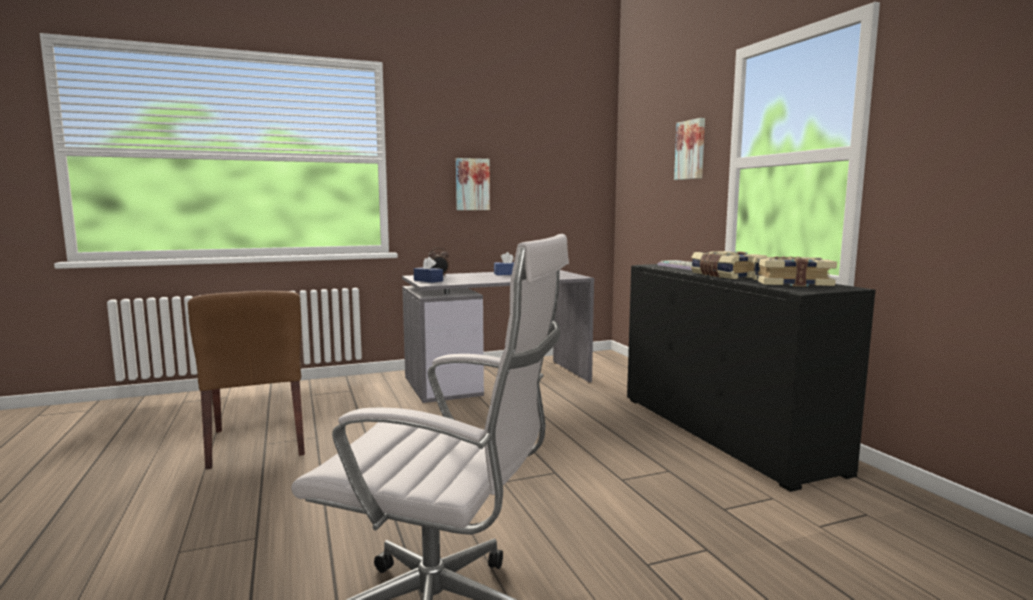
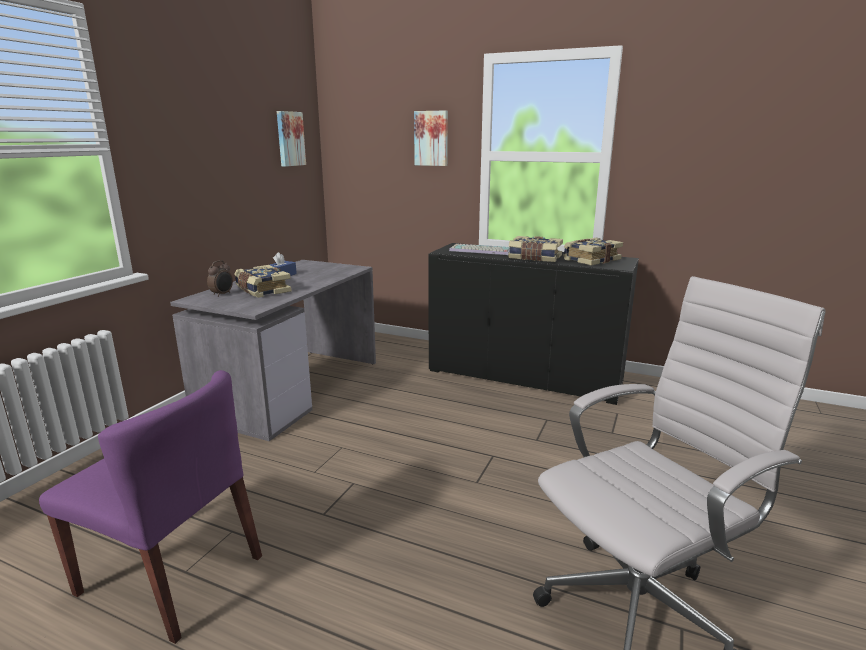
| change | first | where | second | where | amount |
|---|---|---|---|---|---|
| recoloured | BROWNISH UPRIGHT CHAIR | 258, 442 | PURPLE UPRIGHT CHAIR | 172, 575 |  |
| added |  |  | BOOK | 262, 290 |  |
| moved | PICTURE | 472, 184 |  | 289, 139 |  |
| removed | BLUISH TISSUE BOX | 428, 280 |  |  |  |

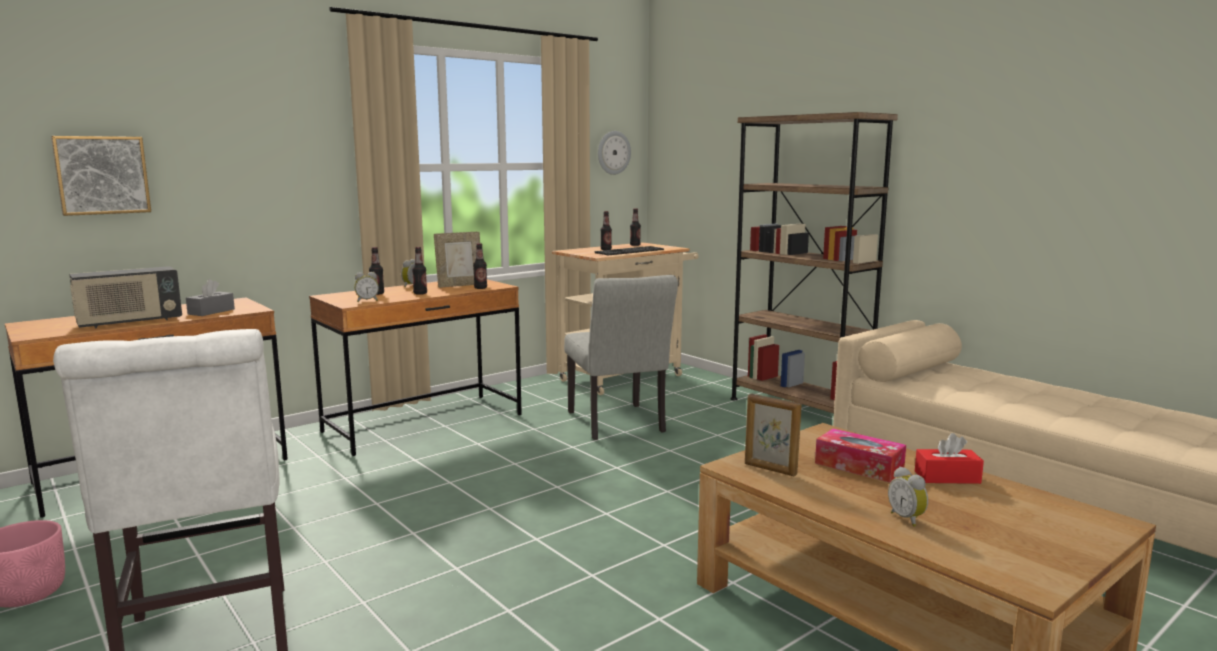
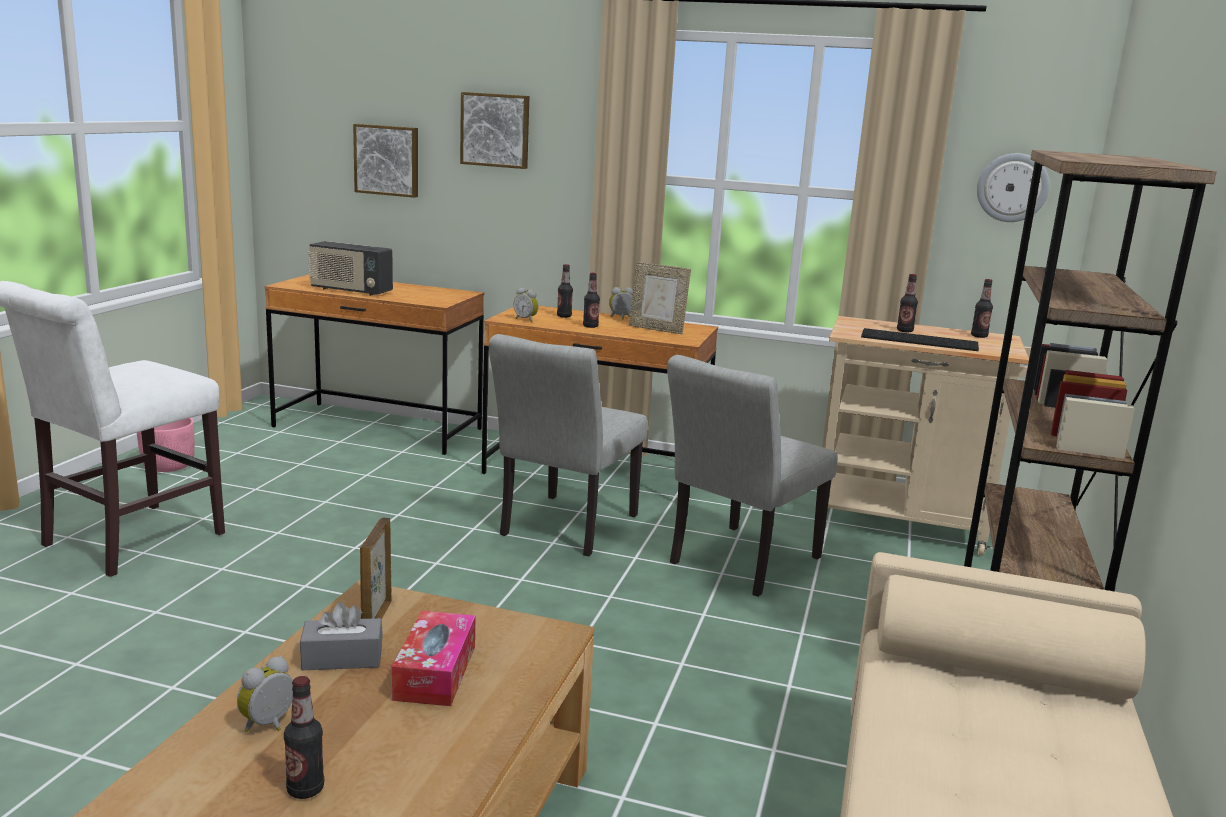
| change | first | where | second | where | amount |
|---|---|---|---|---|---|
| moved | BOTTLE | 480, 288 |  | 305, 789 |  |
| moved | GREYISH TISSUE BOX | 211, 311 |  | 342, 658 |  |
| added |  |  | PICTURE | 495, 130 |  |
| added |  |  | GREYISH UPRIGHT CHAIR | 563, 529 |  |
| removed | REDDISH TISSUE BOX | 947, 477 |  |  |  |

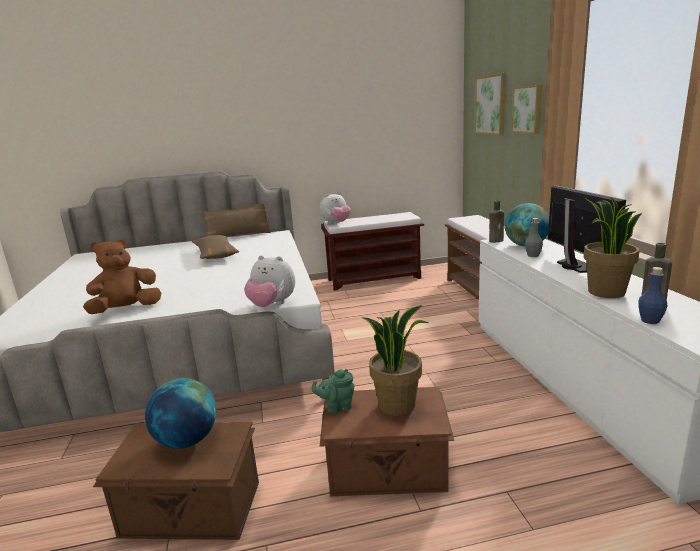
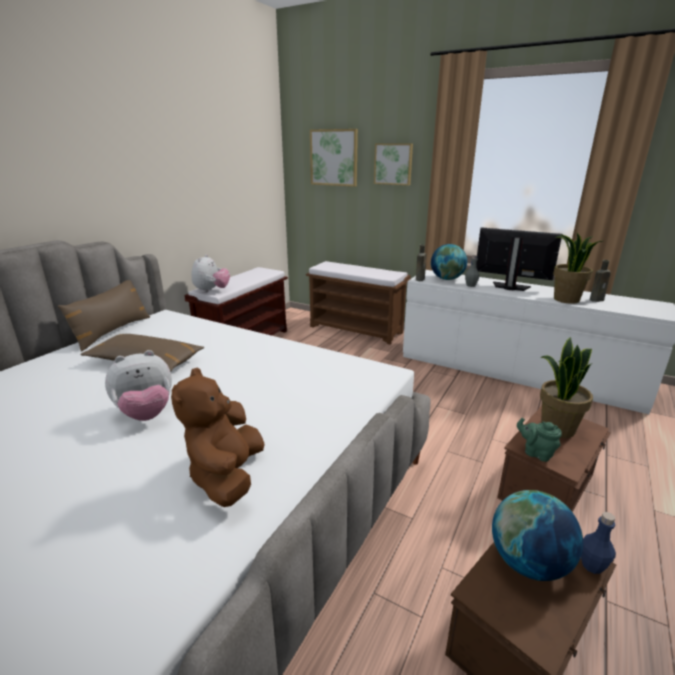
| change | first | where | second | where | amount |
|---|---|---|---|---|---|
| moved | SOFT TOY | 272, 305 |  | 146, 414 |  |
| turned | GREEN TEAPOT | 337, 407 |  | 536, 453 | 105 degrees clockwise |
| moved | BLUISH BOTTLE | 650, 320 |  | 592, 565 |  |

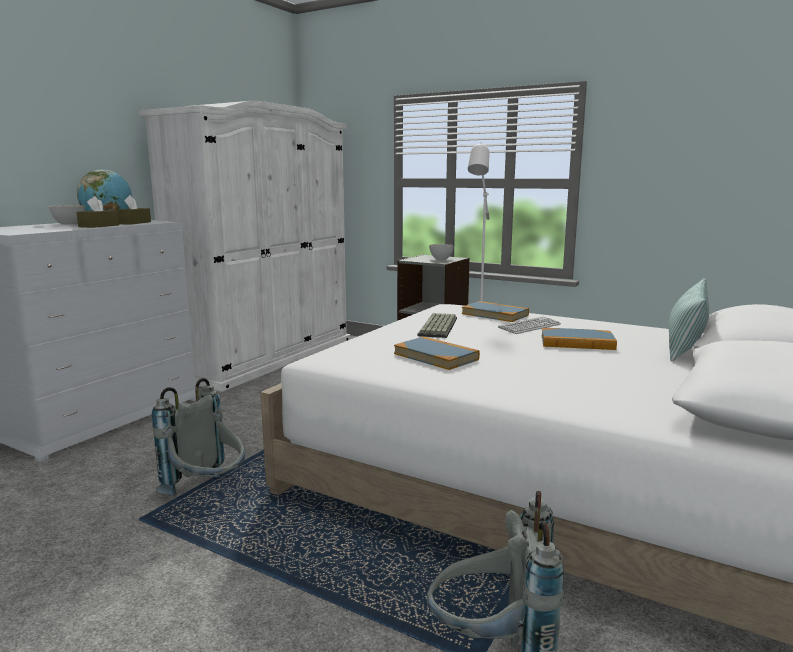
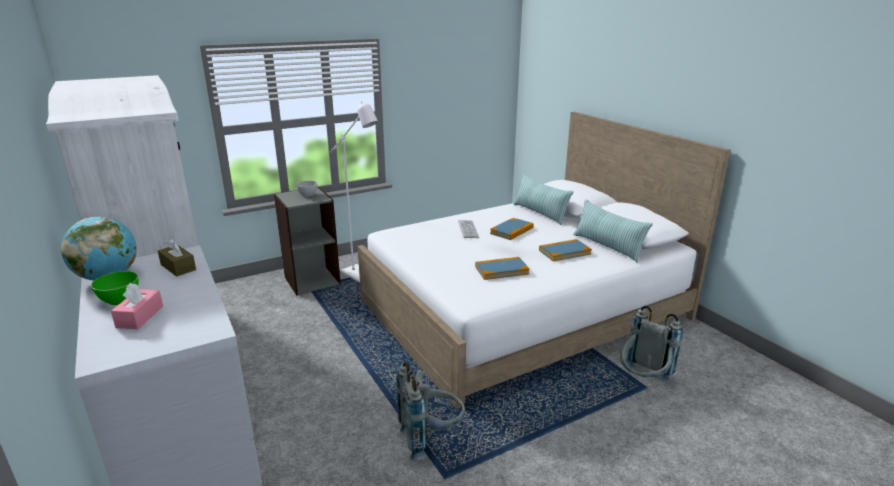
| change | first | where | second | where | amount |
|---|---|---|---|---|---|
| recoloured | GREYISH SERVING BOWL | 69, 224 | GREEN SERVING BOWL | 120, 300 |  |
| added |  |  | PINK TISSUE BOX | 140, 317 |  |
| moved | BOOK | 495, 314 |  | 564, 252 |  |
| added |  |  | PILLOW | 607, 246 |  |
| removed | BROWNISH TISSUE BOX | 99, 226 |  |  |  |
| removed | COMPUTER KEYBOARD | 439, 327 |  |  |  |

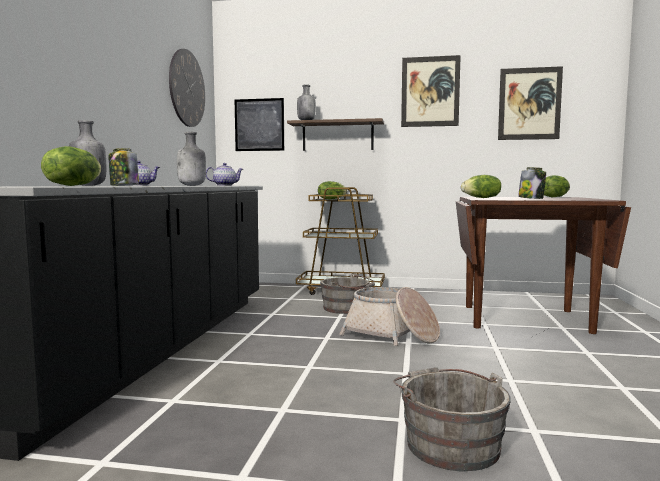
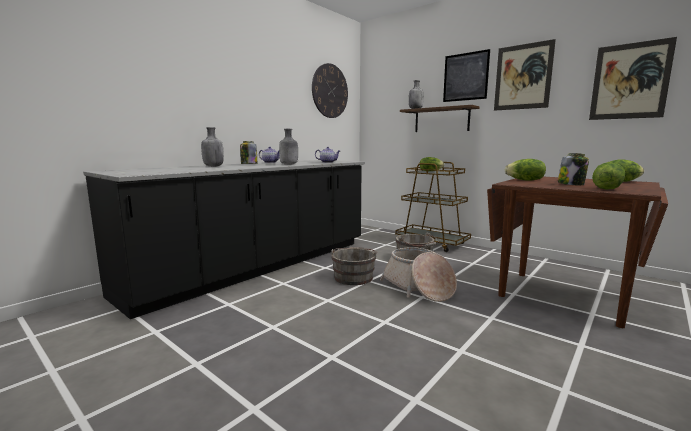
| change | first | where | second | where | amount |
|---|---|---|---|---|---|
| moved | GREYISH BUCKET | 449, 443 |  | 353, 277 |  |
| moved | PICTURE | 259, 125 |  | 465, 77 |  |
| moved | LETTUCE HEAD | 73, 185 |  | 606, 189 |  |

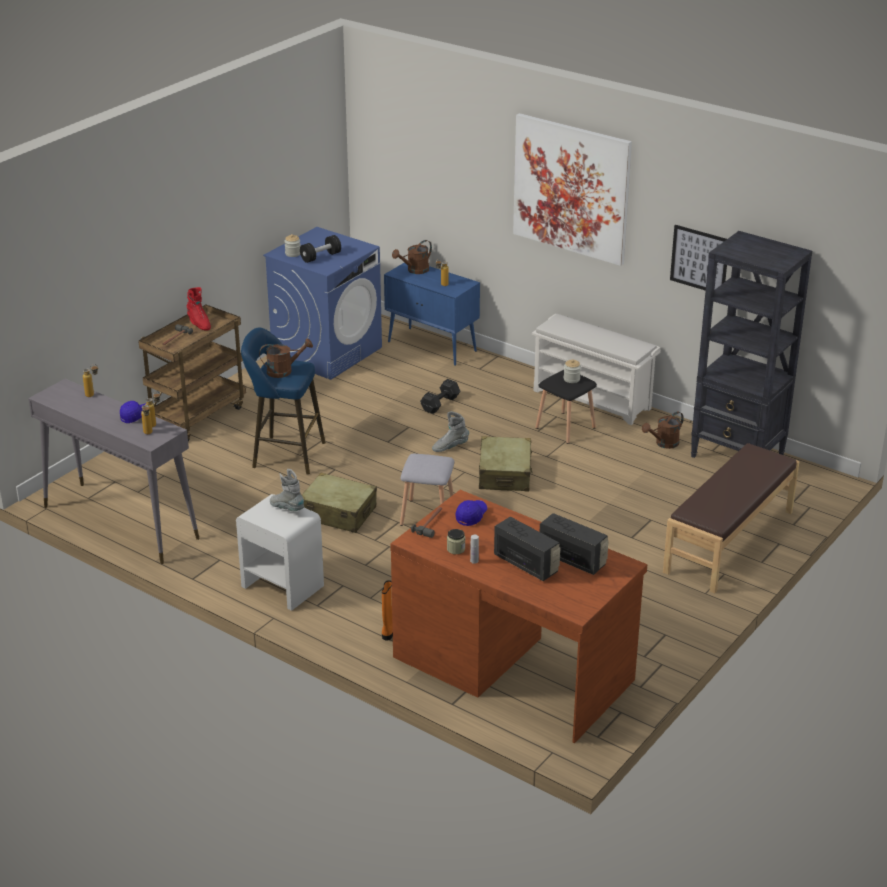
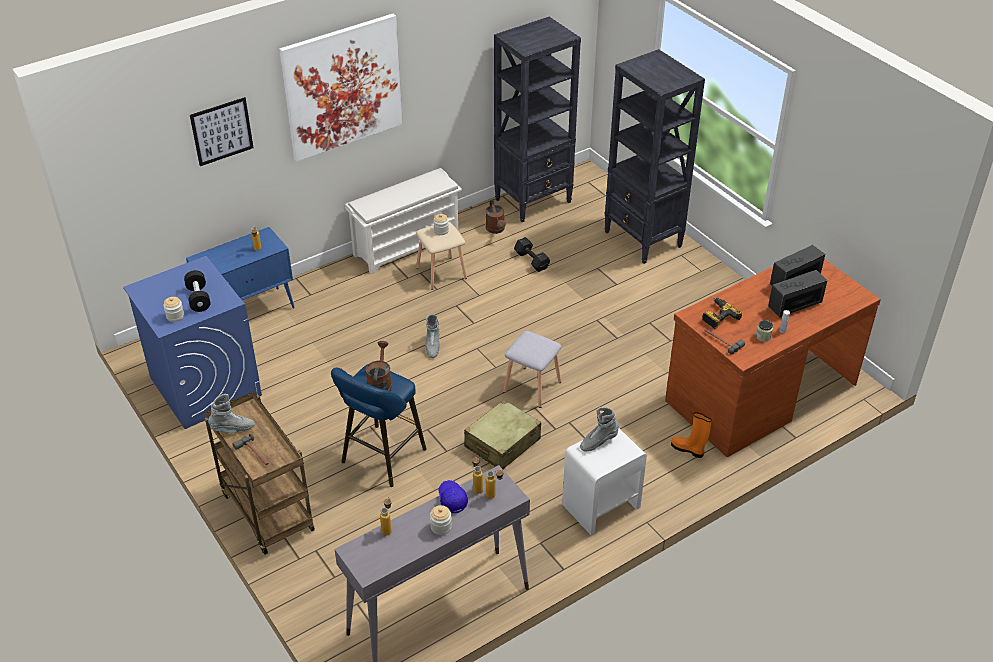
| change | first | where | second | where | amount |
|---|---|---|---|---|---|
| moved | PICTURE | 699, 259 |  | 222, 131 |  |
| recoloured | REDDISH BOOT | 199, 323 | GREYISH BOOT | 233, 429 |  |
| recoloured | BLACKISH SITTING STOOL | 566, 428 | BEIGE SITTING STOOL | 442, 272 |  |
| added |  |  | STORAGE JAR | 441, 527 |  |
| moved | BLACKISH DUMBBELL | 441, 403 |  | 531, 260 |  |
| replaced | BROWNISH INDOOR BENCH | 730, 542 | BLACKISH BOOKCASE | 643, 240 |  |
| replaced | BLUISH BASEBALL CAP | 471, 516 | DRILL | 718, 317 |  |
| removed | BROWNISH SPRINKLING CAN | 414, 271 |  |  |  |
| removed | BEIGE PIECE OF LUGGAGE | 505, 474 |  |  |  |

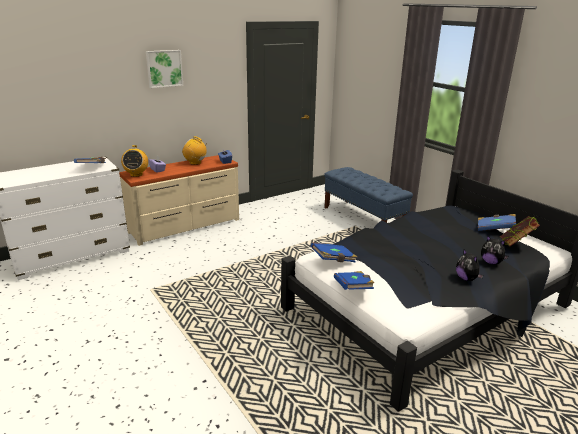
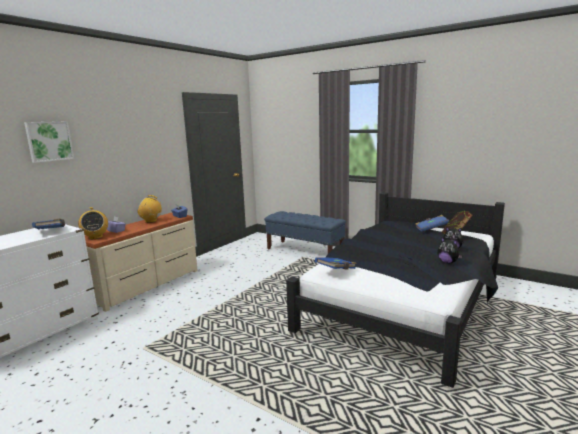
| change | first | where | second | where | amount |
|---|---|---|---|---|---|
| moved | PICTURE | 164, 68 |  | 49, 141 |  |
| removed | BLUISH BOOK | 353, 288 |  |  |  |

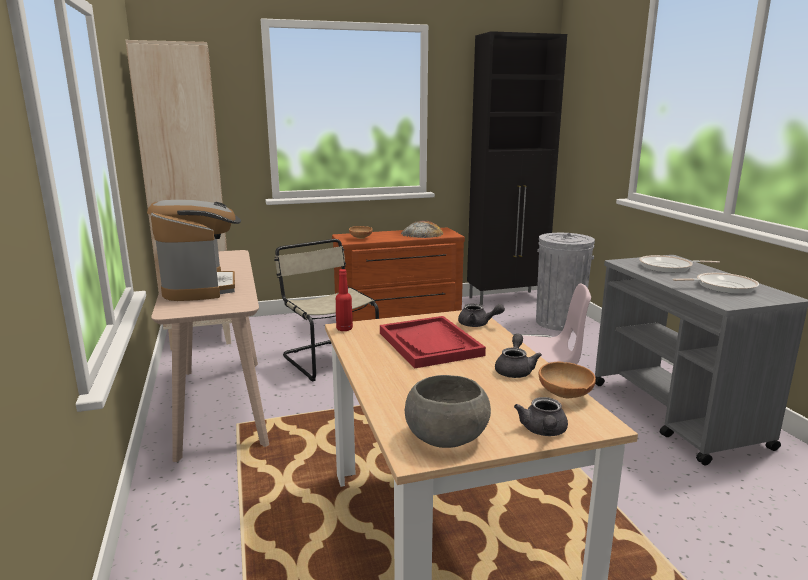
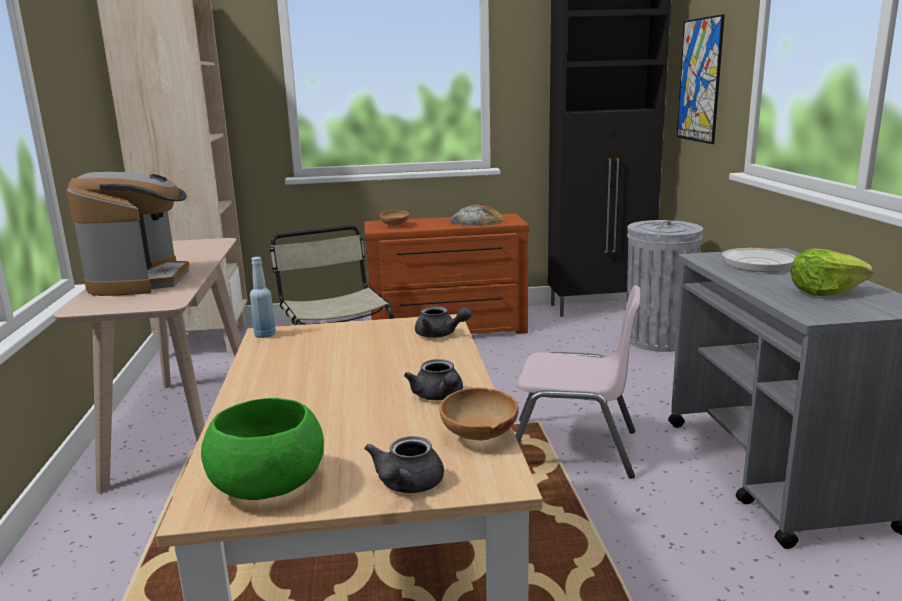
| change | first | where | second | where | amount |
|---|---|---|---|---|---|
| recoloured | GREYISH SERVING BOWL | 447, 436 | GREEN SERVING BOWL | 269, 483 |  |
| recoloured | REDDISH BOTTLE | 344, 329 | BLUISH BOTTLE | 265, 335 |  |
| turned | GREYISH TEAPOT | 515, 370 |  | 439, 397 | 135 degrees clockwise |
| added |  |  | PICTURE | 699, 80 |  |
| replaced | FRYING PAN | 721, 286 | LETTUCE HEAD | 824, 292 |  |
| removed | REDDISH SERVING TRAY | 430, 344 |  |  |  |

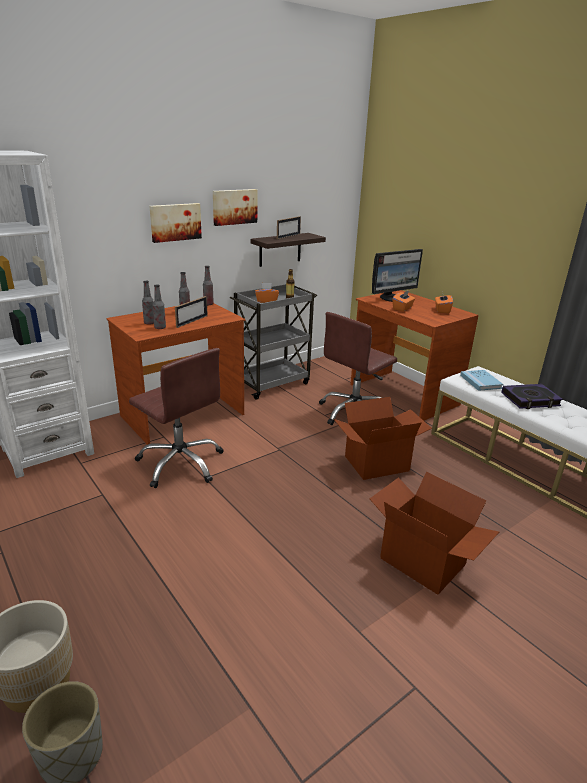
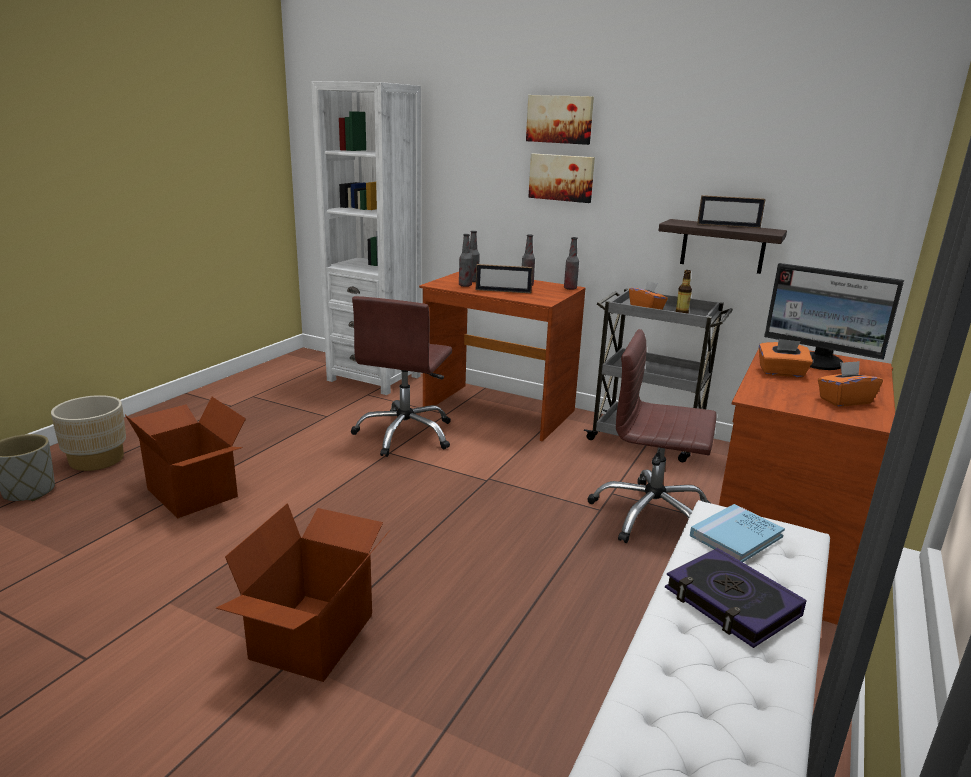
| change | first | where | second | where | amount |
|---|---|---|---|---|---|
| moved | CARDBOARD BOX | 376, 463 |  | 194, 492 |  |
| moved | PICTURE | 234, 206 |  | 560, 119 |  |

